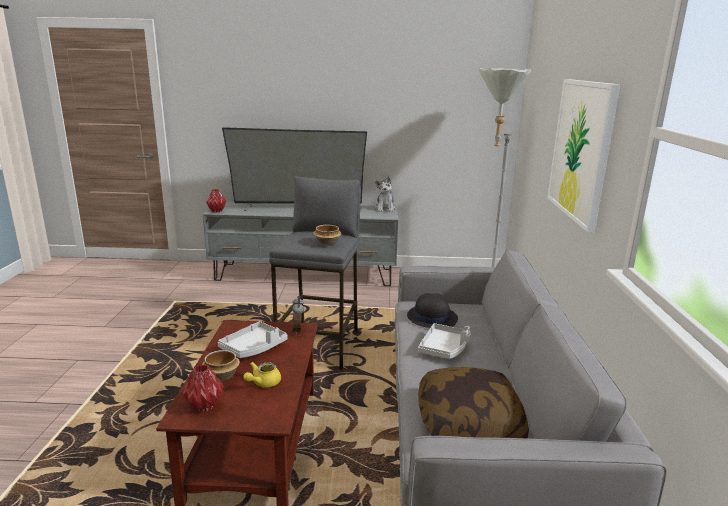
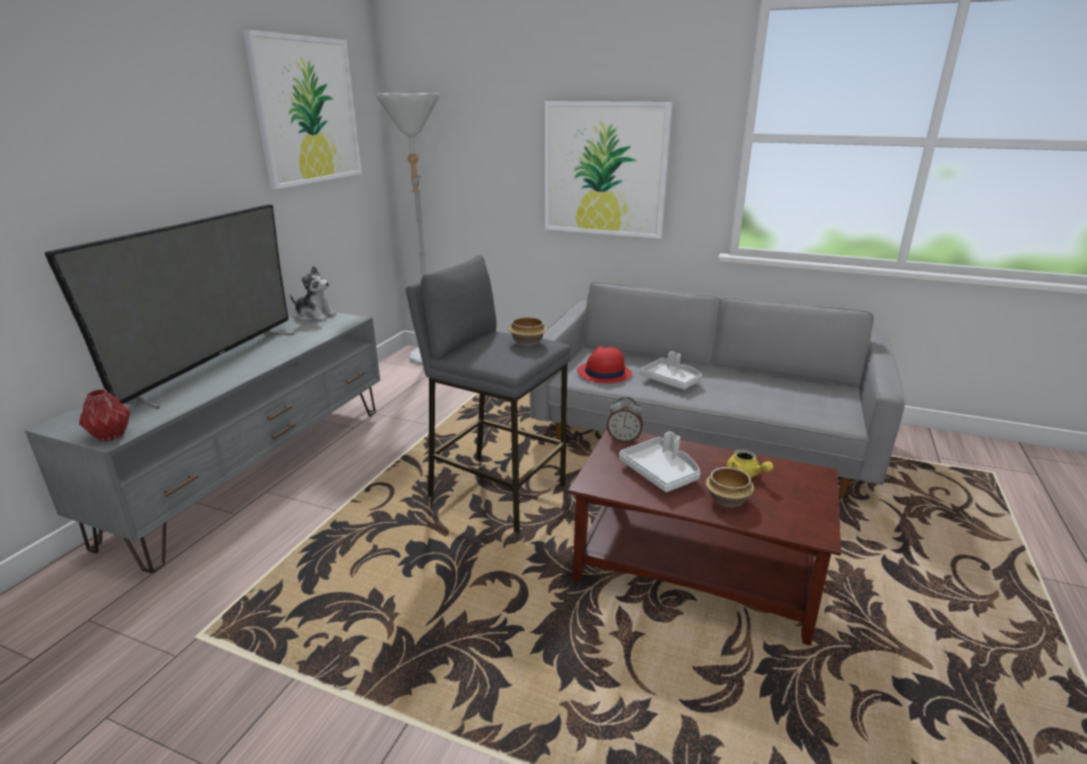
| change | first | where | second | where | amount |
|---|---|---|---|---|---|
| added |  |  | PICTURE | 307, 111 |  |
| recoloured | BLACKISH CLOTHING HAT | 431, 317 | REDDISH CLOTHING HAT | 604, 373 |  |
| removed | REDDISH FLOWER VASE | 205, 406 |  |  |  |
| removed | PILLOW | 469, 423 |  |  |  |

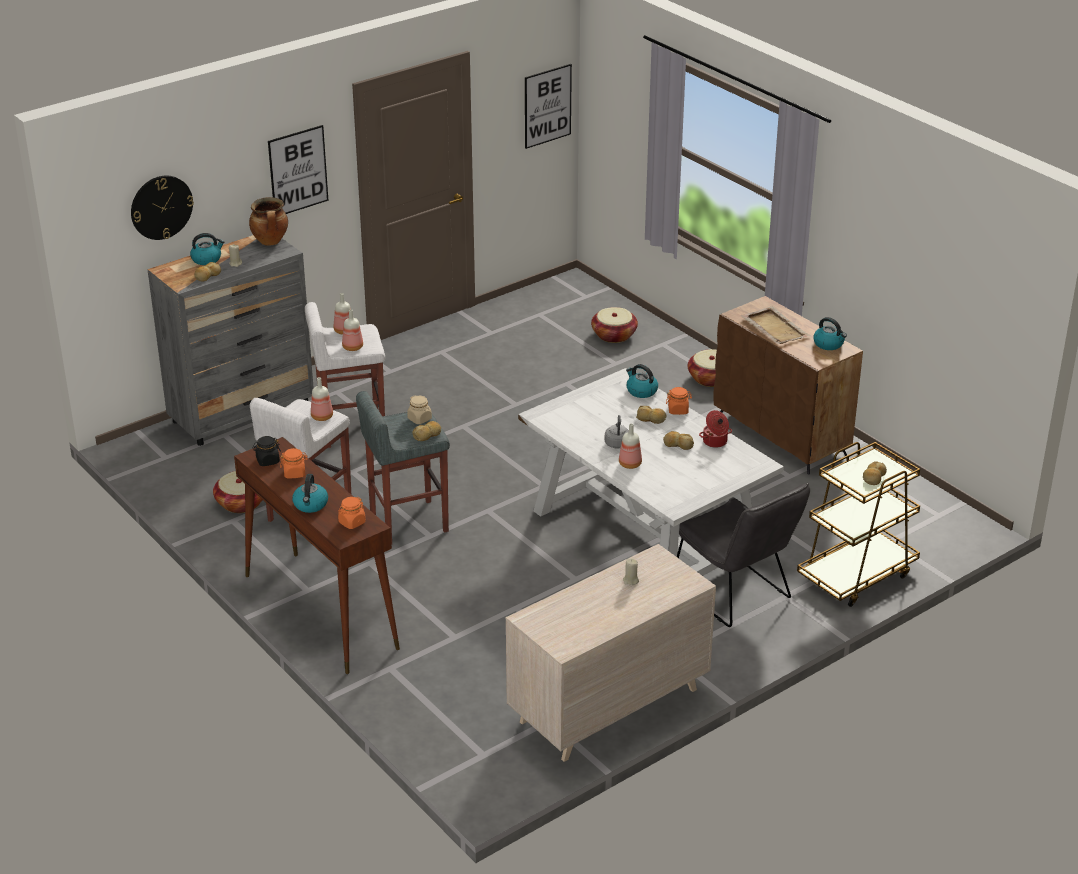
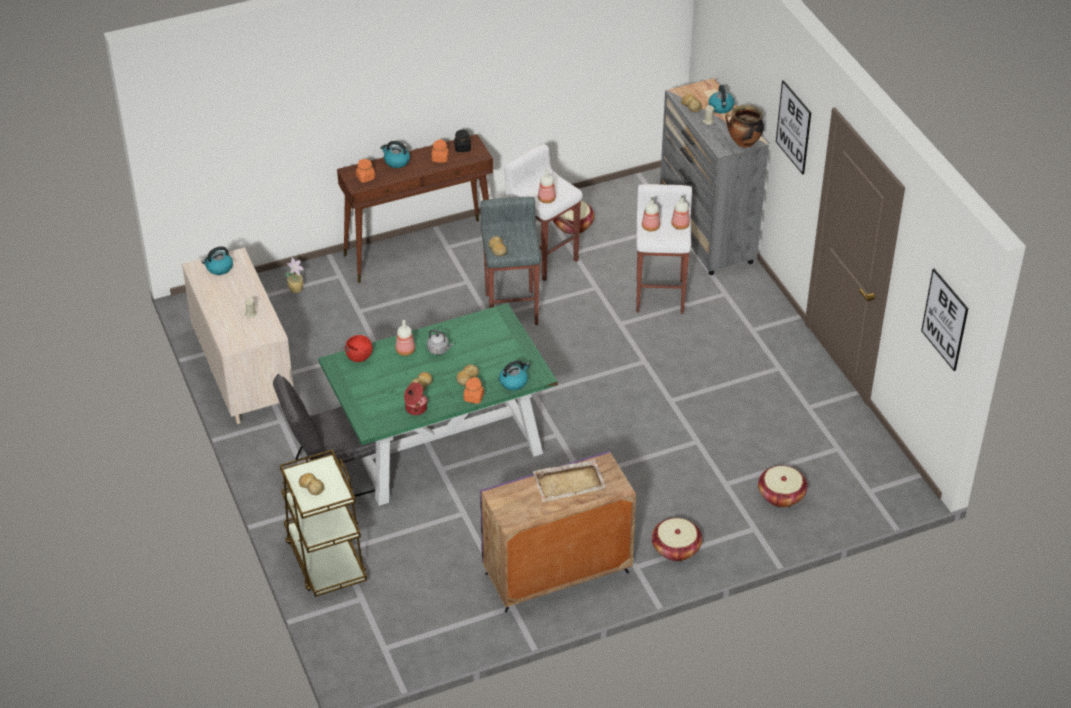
| change | first | where | second | where | amount |
|---|---|---|---|---|---|
| moved | KETTLE | 829, 344 |  | 219, 268 |  |
| added |  |  | PLANT IN A POT | 296, 289 |  |
| recoloured | WHITISH DINNER TABLE | 646, 533 | GREEN DINNER TABLE | 440, 441 |  |
| added |  |  | REDDISH SERVING BOWL | 359, 357 |  |
| recoloured | BROWNISH STORAGE CABINET | 782, 435 | PURPLE STORAGE CABINET | 556, 573 |  |
| removed | WALL CLOCK | 161, 207 |  |  |  |
| removed | BEIGE STORAGE JAR | 419, 419 |  |  |  |

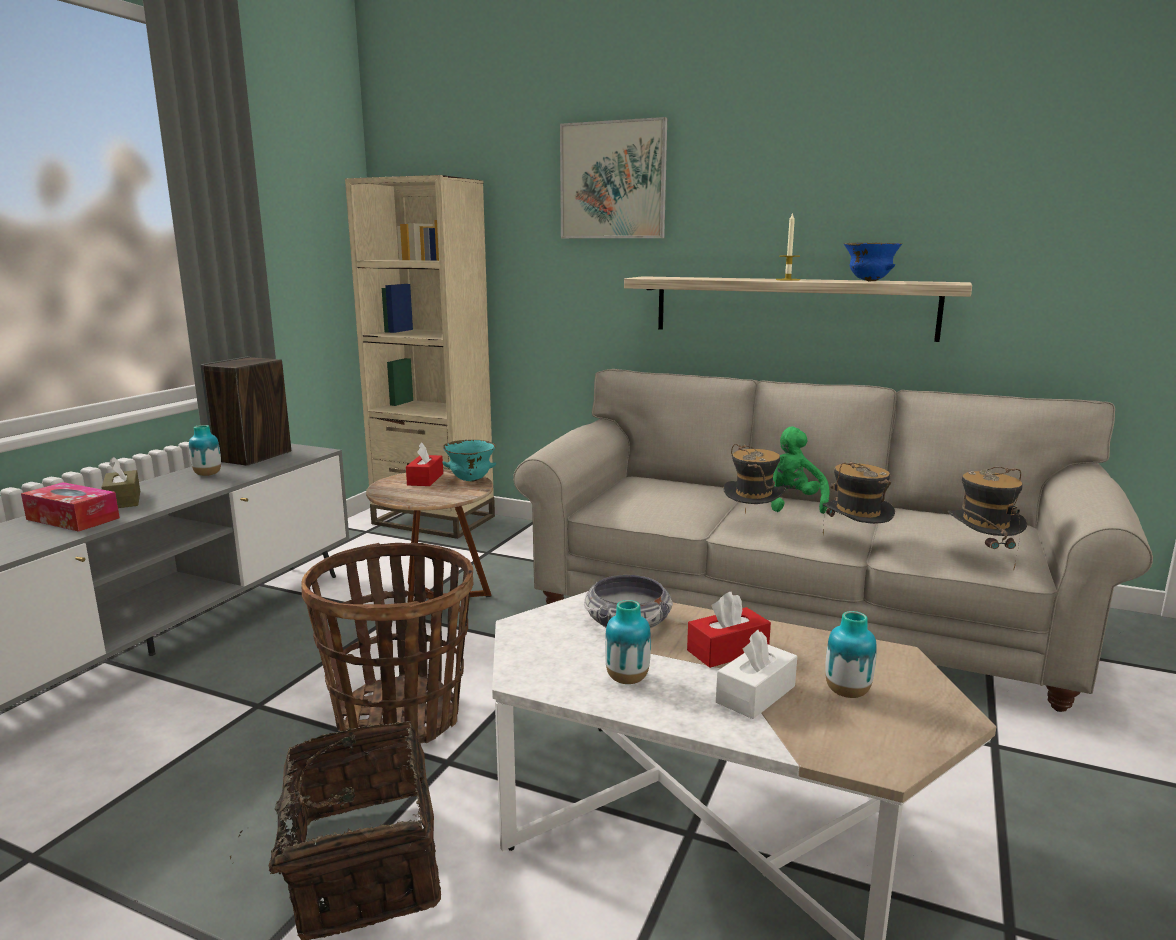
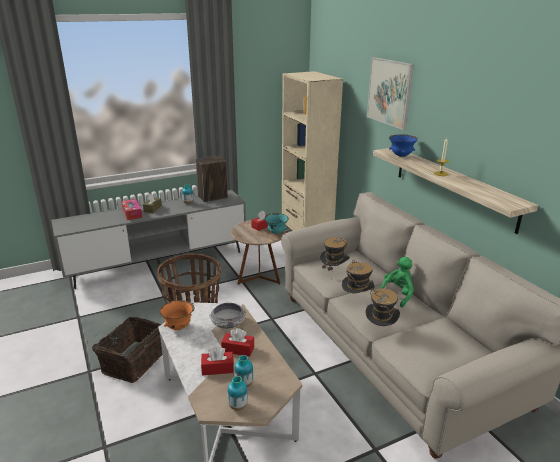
| change | first | where | second | where | amount |
|---|---|---|---|---|---|
| added |  |  | ORANGE SERVING BOWL | 178, 327 |  |
| recoloured | WHITISH TISSUE BOX | 755, 694 | REDDISH TISSUE BOX | 217, 368 |  |
| moved | FLOWER VASE | 627, 679 |  | 238, 406 |  |
| moved | CLOTHING HAT | 981, 557 |  | 333, 272 |  |
| moved | BLUISH SERVING BOWL | 869, 281 |  | 401, 156 |  |

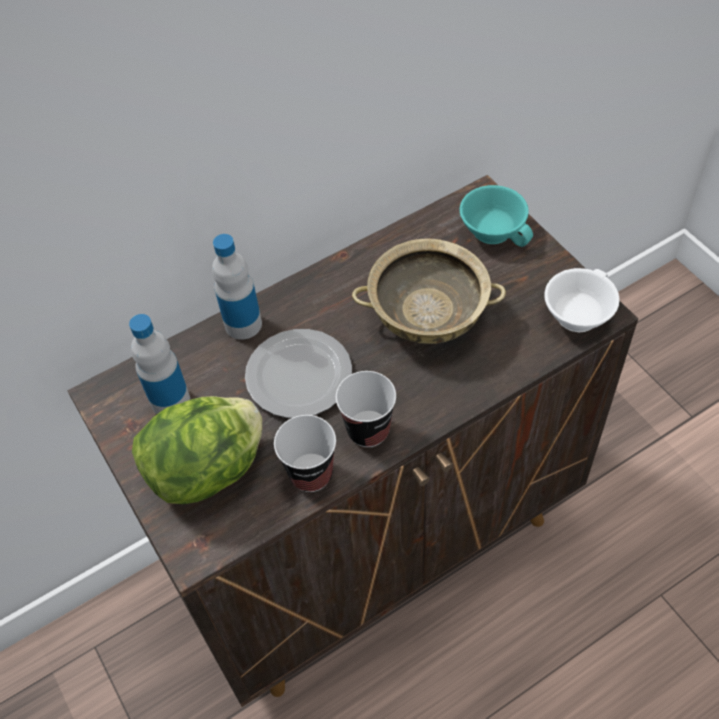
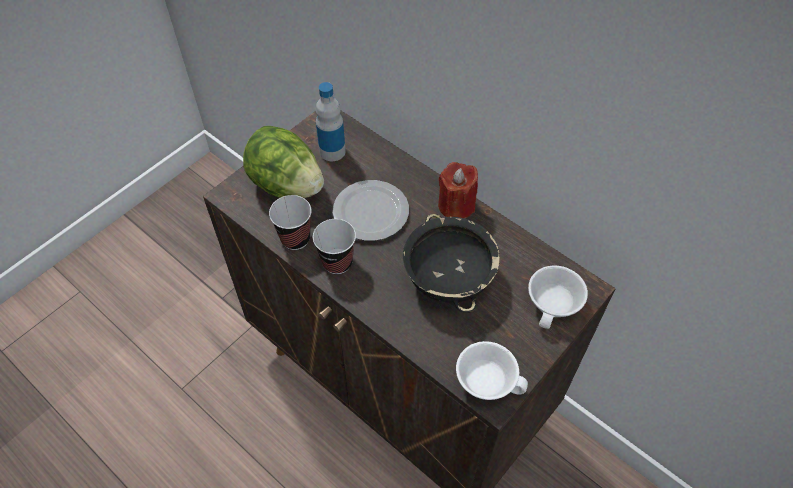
| change | first | where | second | where | amount |
|---|---|---|---|---|---|
| recoloured | BEIGE SERVING BOWL | 429, 315 | BLACKISH SERVING BOWL | 449, 277 |  |
| added |  |  | REDDISH CANDLE | 456, 205 |  |
| recoloured | TURQUOISE-COLOURED SMALL CUP | 495, 229 | WHITISH SMALL CUP | 555, 305 |  |
| removed | BOTTLE | 243, 324 |  |  |  |

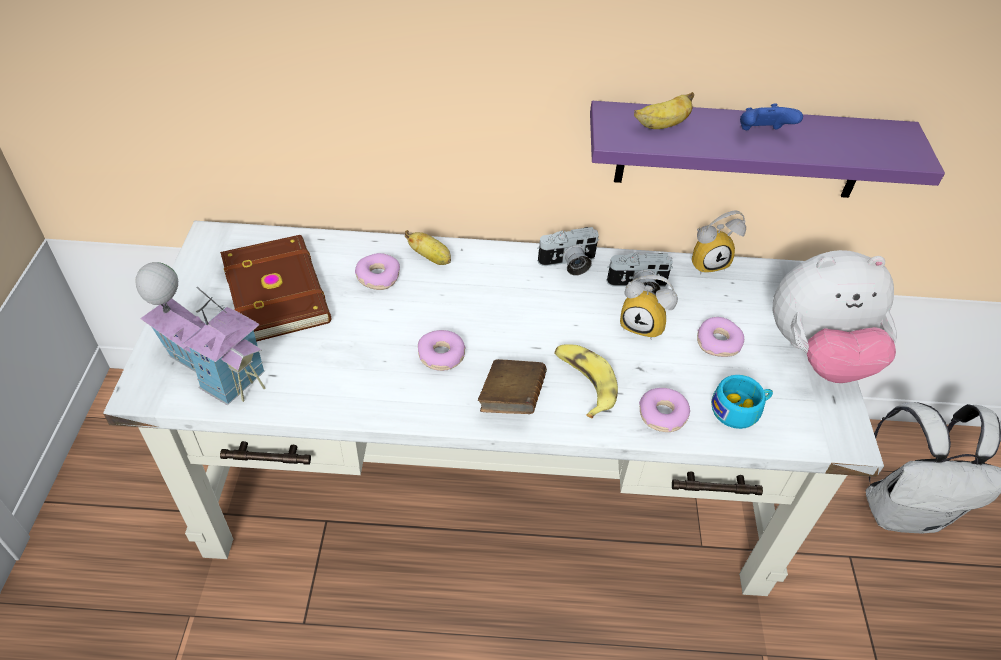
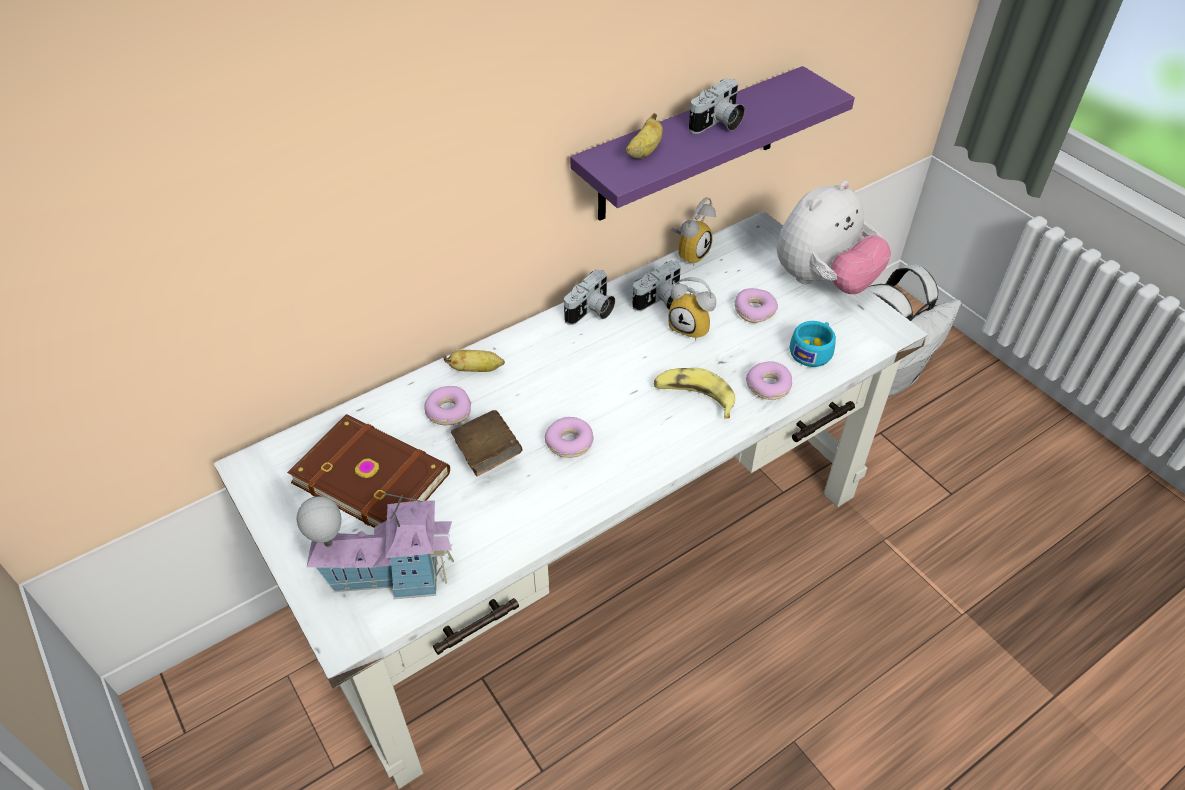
| change | first | where | second | where | amount |
|---|---|---|---|---|---|
| moved | BROWNISH BOOK | 511, 399 |  | 487, 454 |  |
| turned | TABLE CLOCK | 644, 325 |  | 692, 327 | 45 degrees clockwise |
| replaced | BLUISH GAMEPAD | 762, 134 | PHOTO CAMERA | 717, 124 |  |

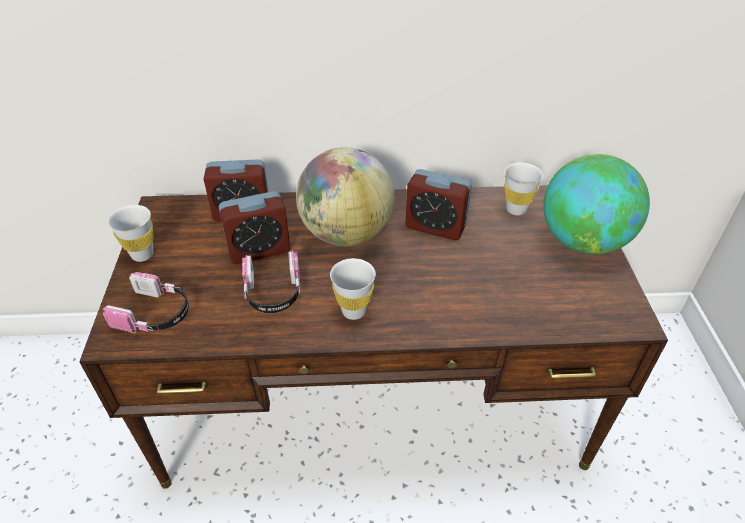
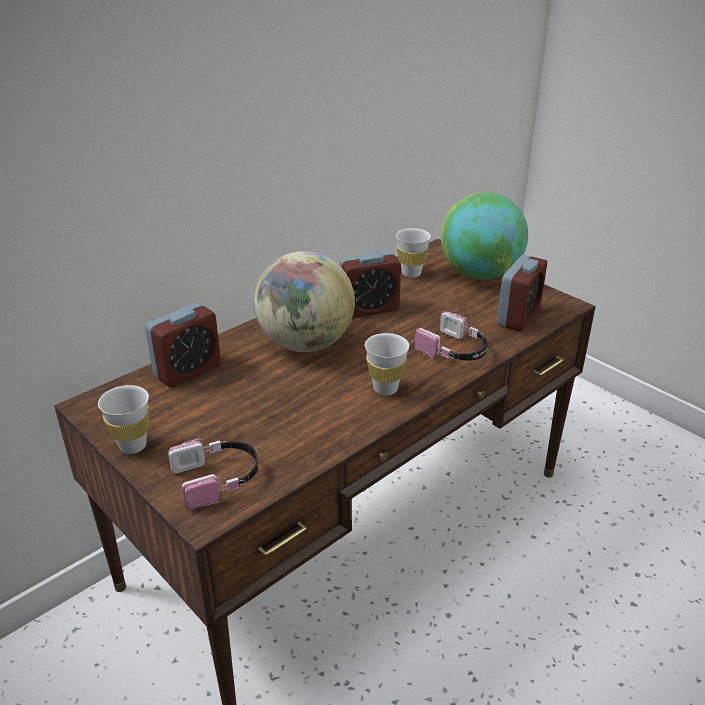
| change | first | where | second | where | amount |
|---|---|---|---|---|---|
| moved | HEADPHONES | 273, 293 |  | 454, 351 |  |
| moved | TABLE CLOCK | 259, 250 |  | 518, 317 |  |

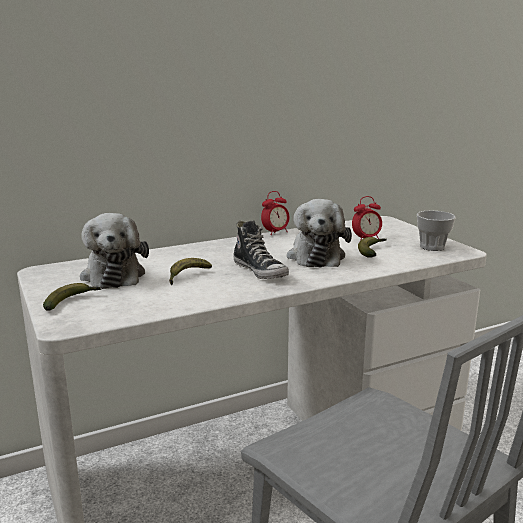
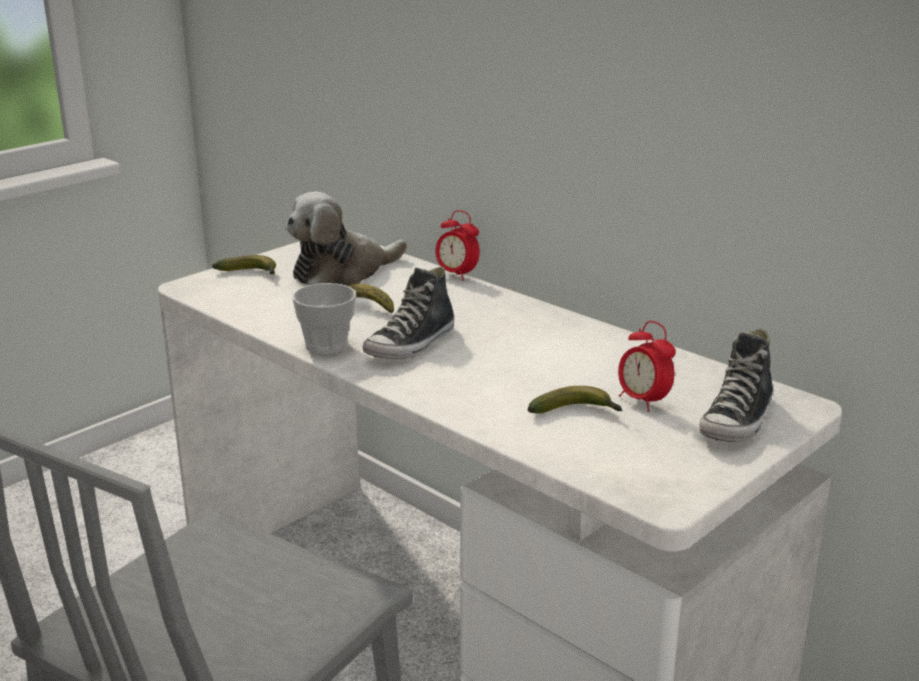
| change | first | where | second | where | amount |
|---|---|---|---|---|---|
| moved | SMALL CUP | 432, 247 |  | 327, 346 |  |
| moved | TABLE CLOCK | 275, 232 |  | 456, 275 |  |
| added |  |  | SHOE | 737, 421 |  |
| removed | SOFT TOY | 316, 256 |  |  |  |

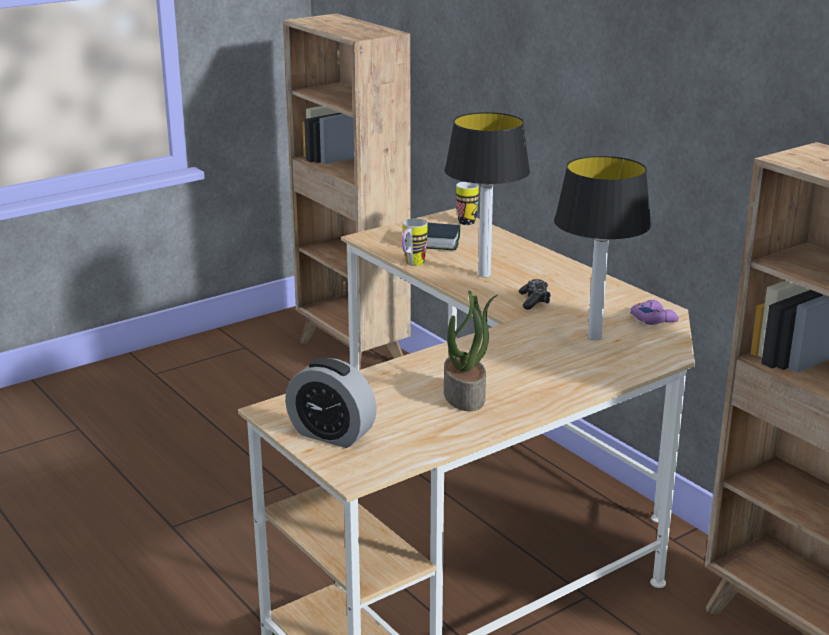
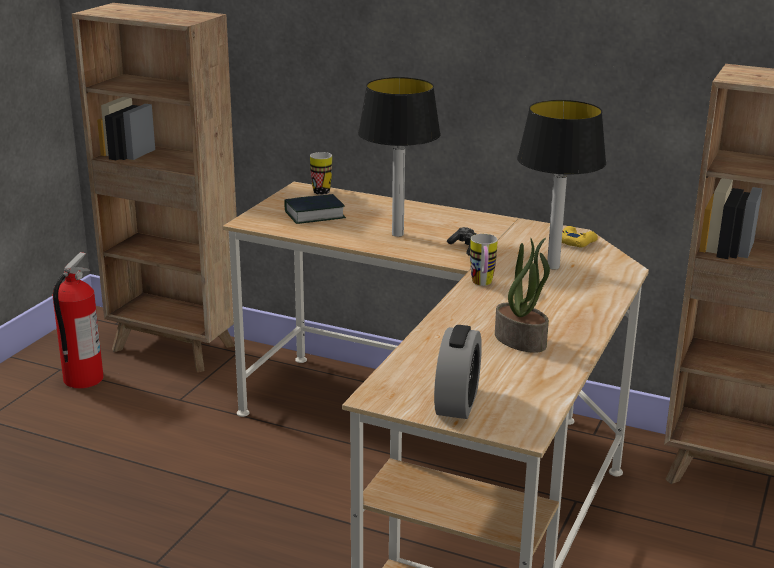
| change | first | where | second | where | amount |
|---|---|---|---|---|---|
| added |  |  | FIRE-FIGHTING CYLINDER | 82, 379 |  |
| turned | TABLE CLOCK | 331, 434 |  | 457, 403 | 75 degrees counterclockwise |
| moved | TEA MUG | 412, 265 |  | 482, 284 |  |
| recoloured | PURPLE GAMEPAD | 653, 318 | YELLOW GAMEPAD | 576, 242 |  |

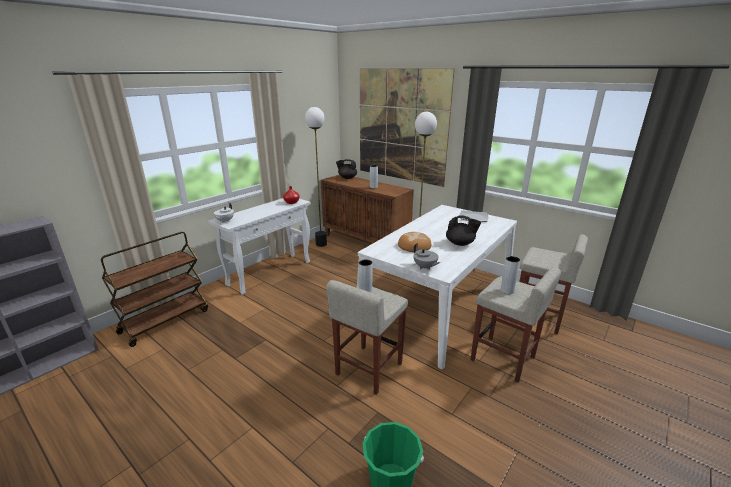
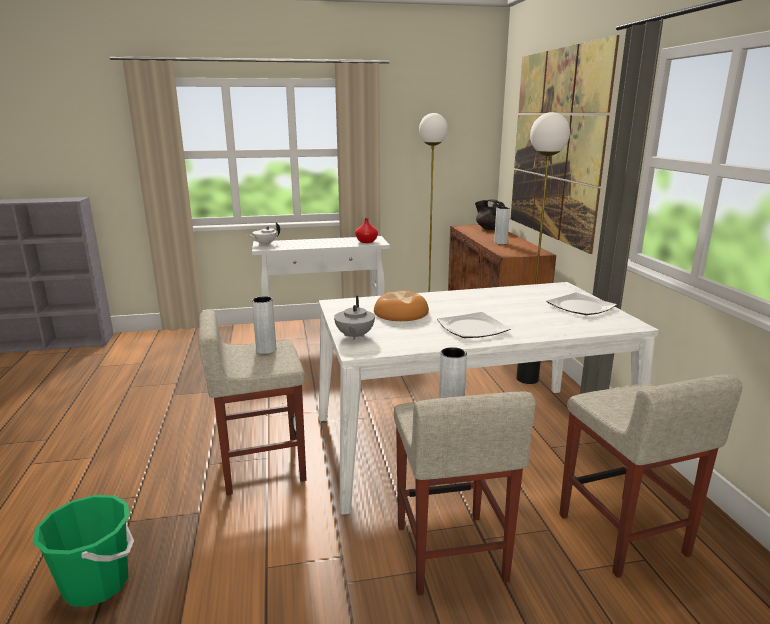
| change | first | where | second | where | amount |
|---|---|---|---|---|---|
| replaced | BLACKISH TEAPOT | 460, 243 | FLAT DISH | 472, 328 |  |
| removed | BROWNISH TROLLEY | 165, 321 |  |  |  |

